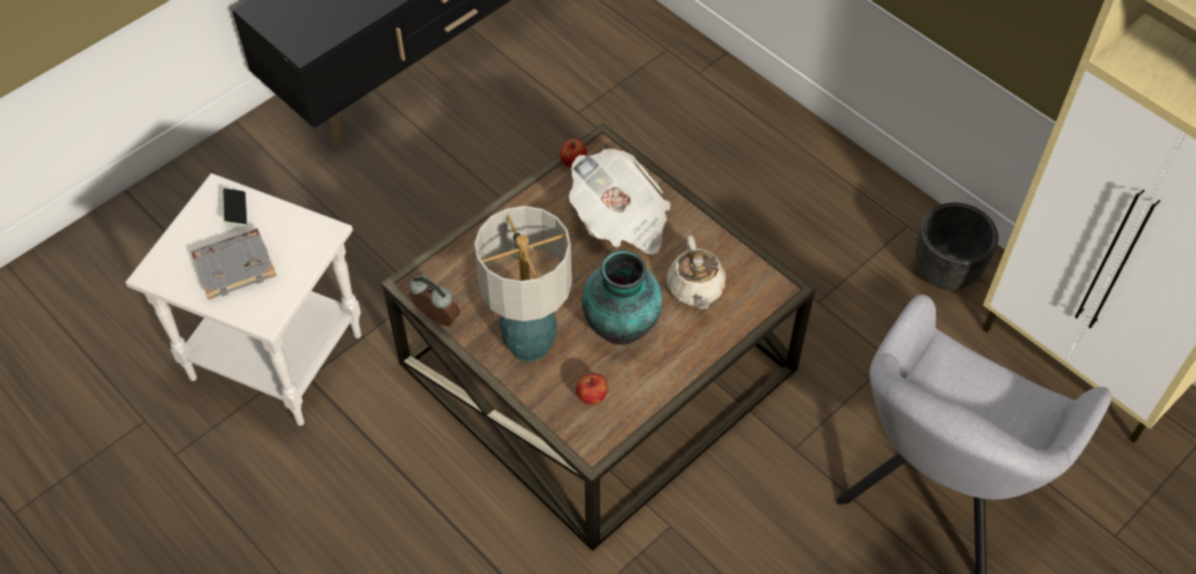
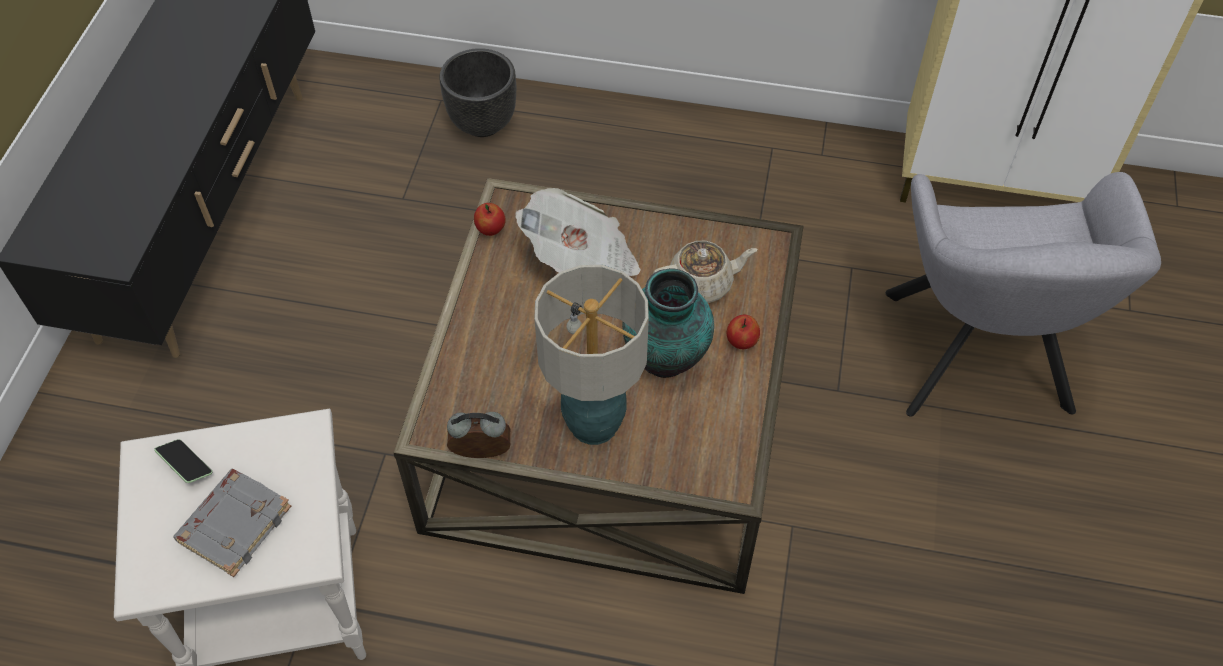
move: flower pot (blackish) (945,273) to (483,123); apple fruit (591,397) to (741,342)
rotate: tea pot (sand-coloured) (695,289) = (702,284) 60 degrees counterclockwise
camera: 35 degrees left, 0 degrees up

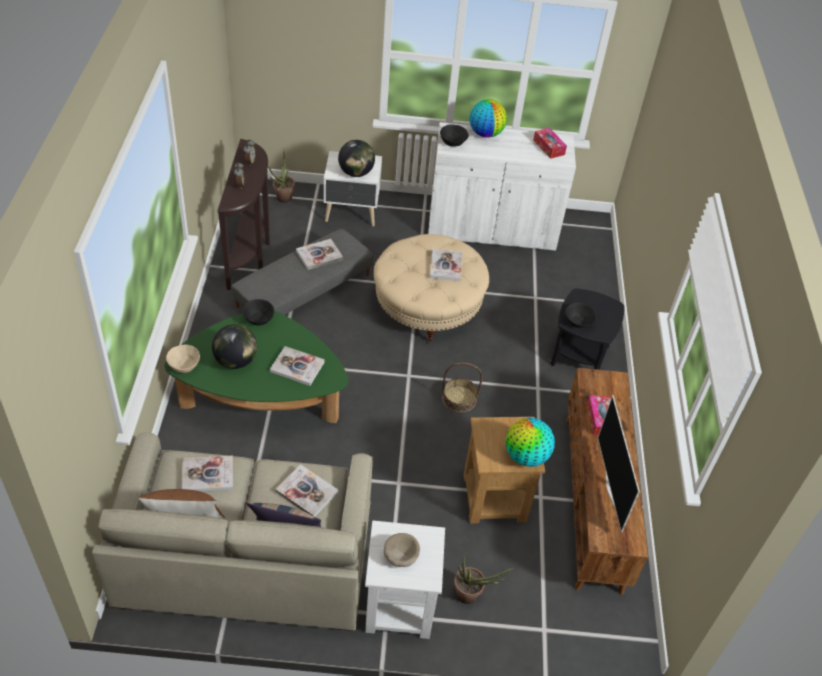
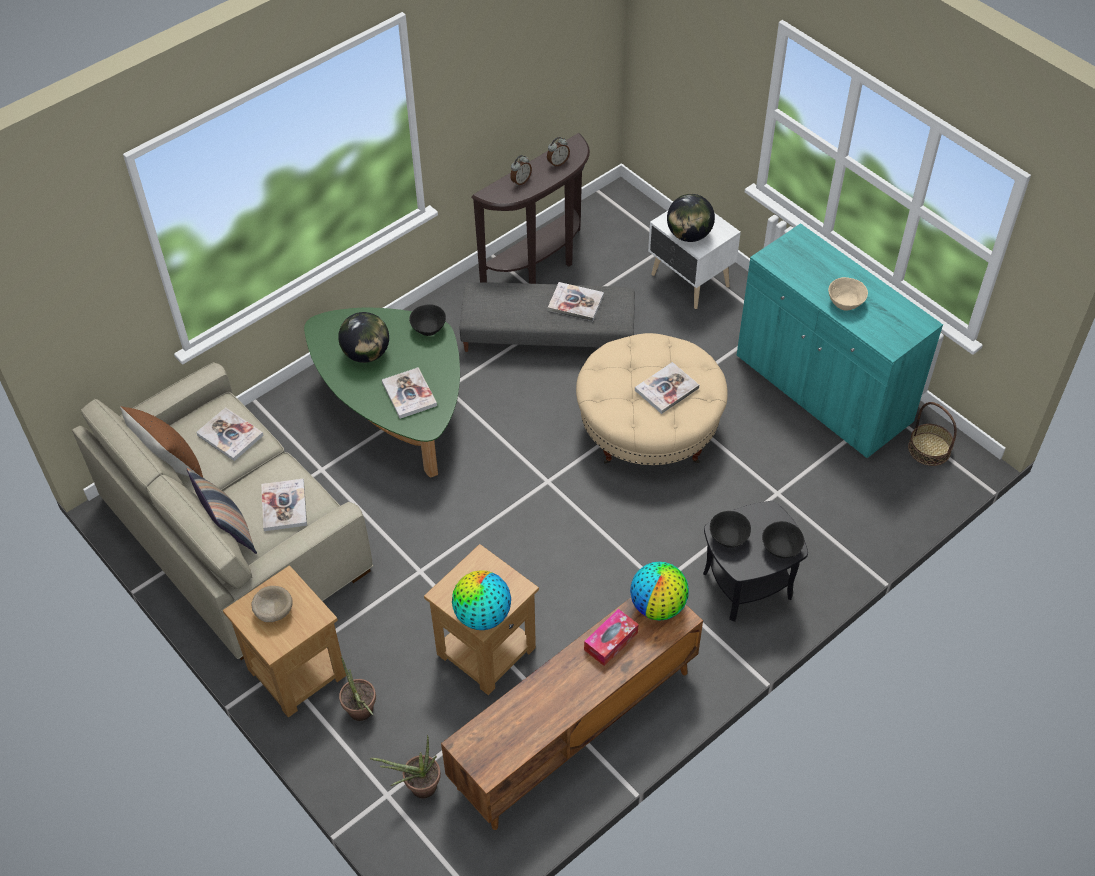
delete: tissue box (548,147); TV (612,488)
move: plant in a pot (282,200) to (417,788); globe (485,134) to (658,606); serving bowl (blackish) (452,143) to (780,548); serving bowl (sand-coloured) (184,366) to (845,303); storage basket (459,399) to (929,449)
recolor: end table (white-coloured) (398,606) to end table (brown-coloured) (296,672); cupboard (white-coloured) (492,229) to cupboard (turquoise-coloured) (822,390)
camera: 50 degrees right, 5 degrees up

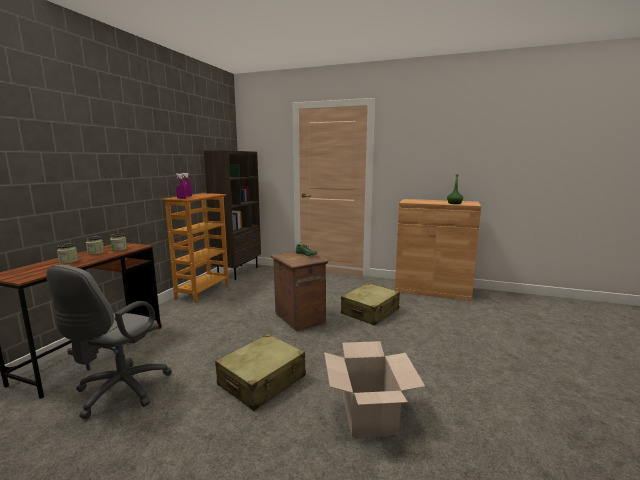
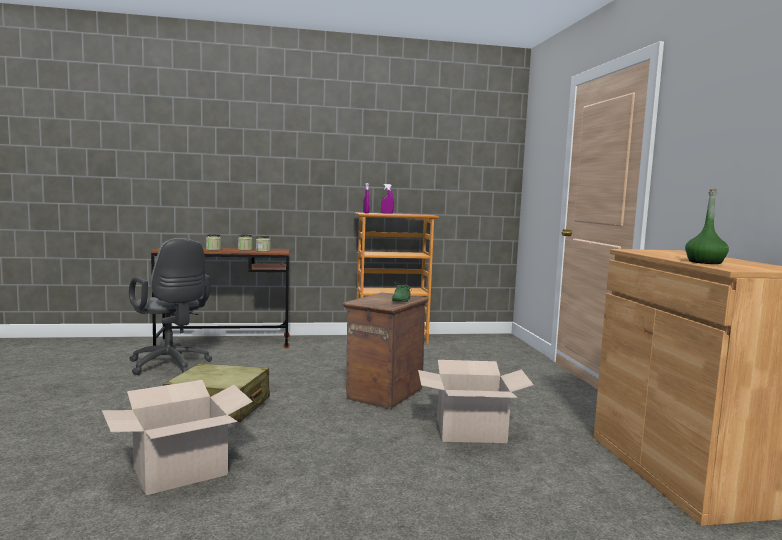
delete: bookshelf (brown-coloured) (238,272)
replace: suitcase (sand-coloured) (370,312) to packing box (471,431)
rotate: desk chair (greyish) (119,392) = (171,366) 120 degrees counterclockwise
camera: 60 degrees right, 5 degrees down

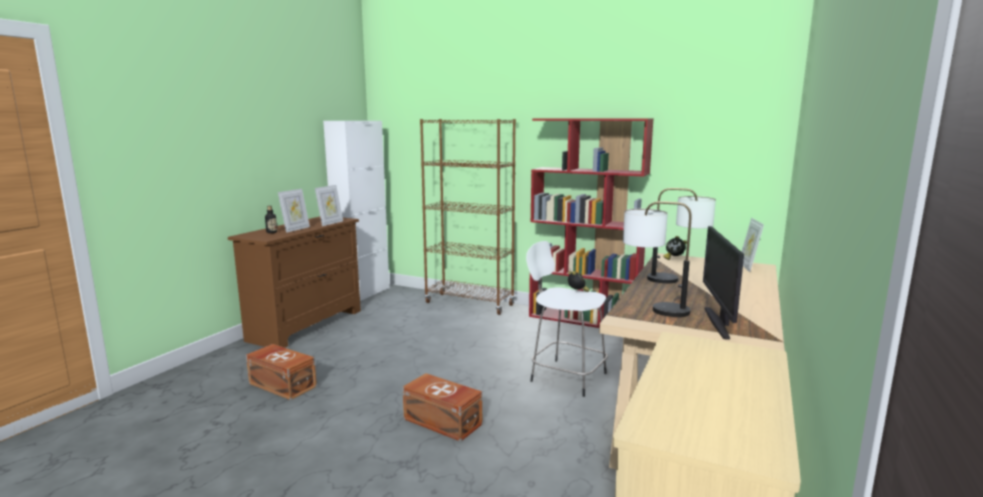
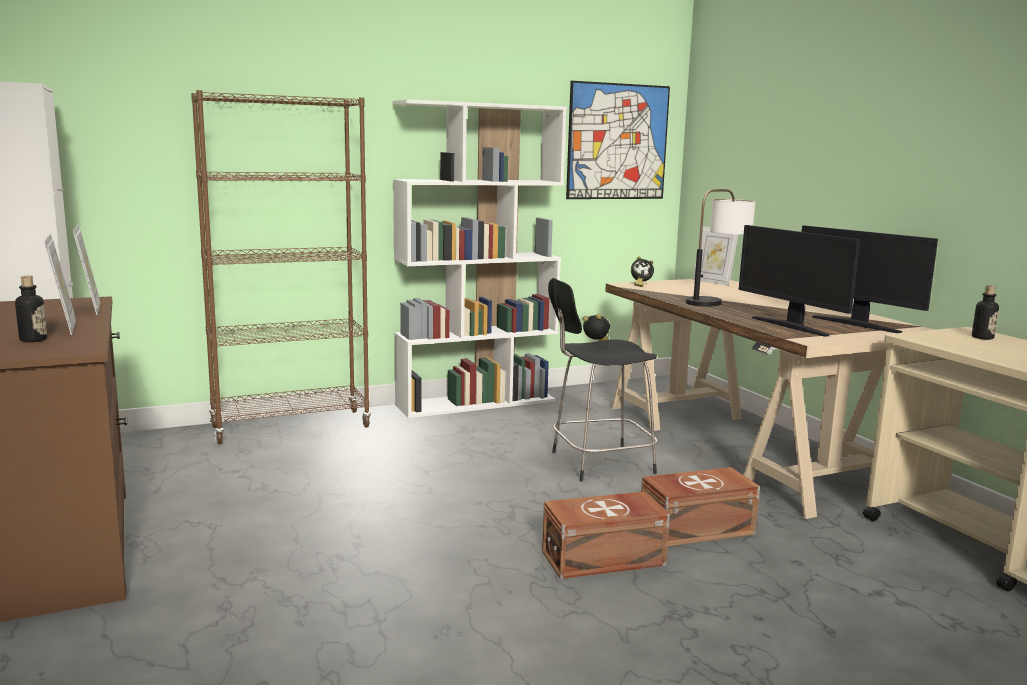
insert: picture (618,142); drink bottle (982,337)
move: storage container (brown-coloured) (282,384) to (694,528)
replace: tabletop lamp (652,309) to monitor (791,326)
recolor: bookshelf (red) (584,319) to bookshelf (white-coloured) (476,402); stool (white-coloured) (566,376) to stool (blackish) (598,463)
camera: 50 degrees left, 0 degrees up

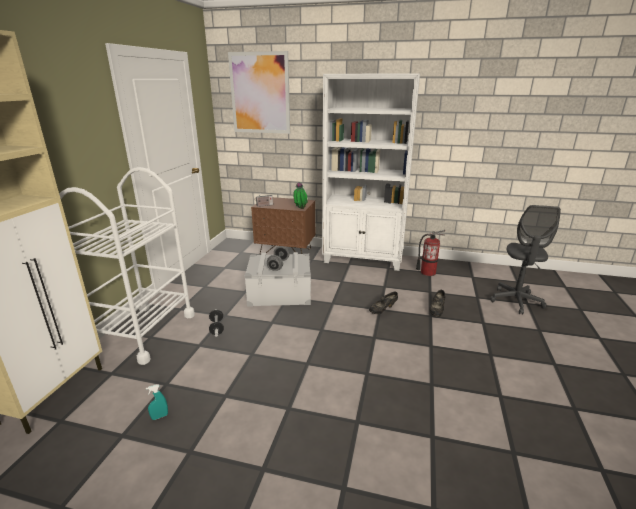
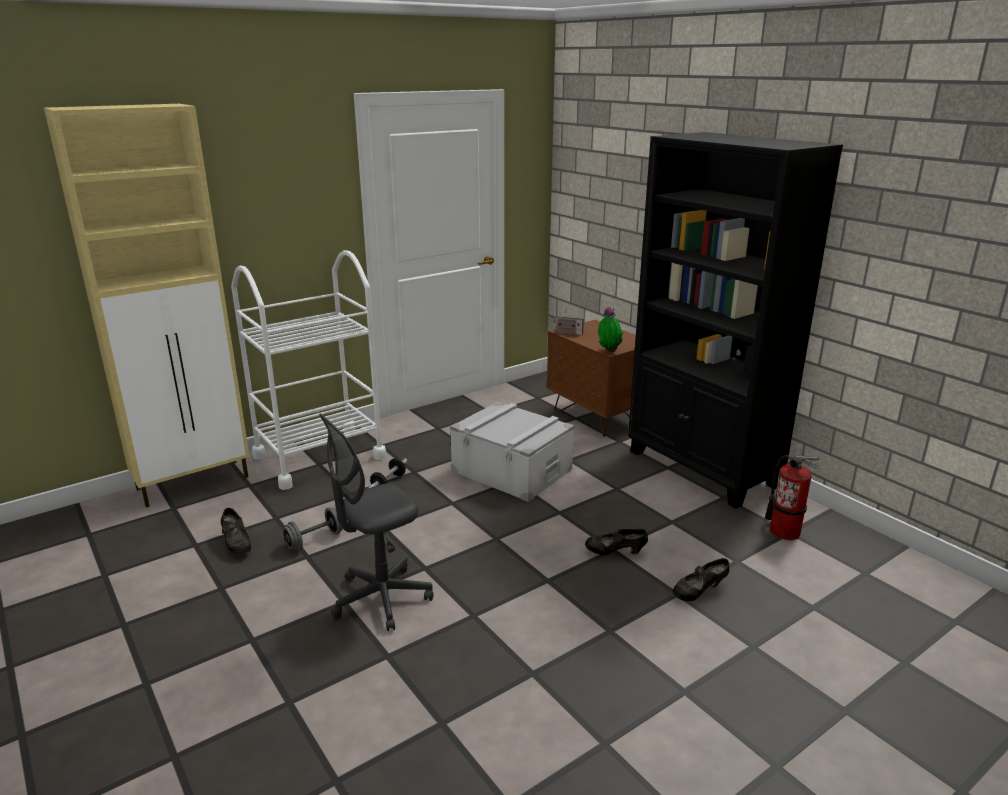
delete: picture (260,93)
move: free weight (greyish) (278,265) to (315,540); desk chair (greyish) (516,301) to (381,598)
replace: spray bottle (turquoise-coloured) (159,416) to item of footwear (blackish) (237,545)
recolor: bookshelf (white-coloured) (363,259) to bookshelf (blackish) (702,469)
camera: 40 degrees right, 0 degrees up

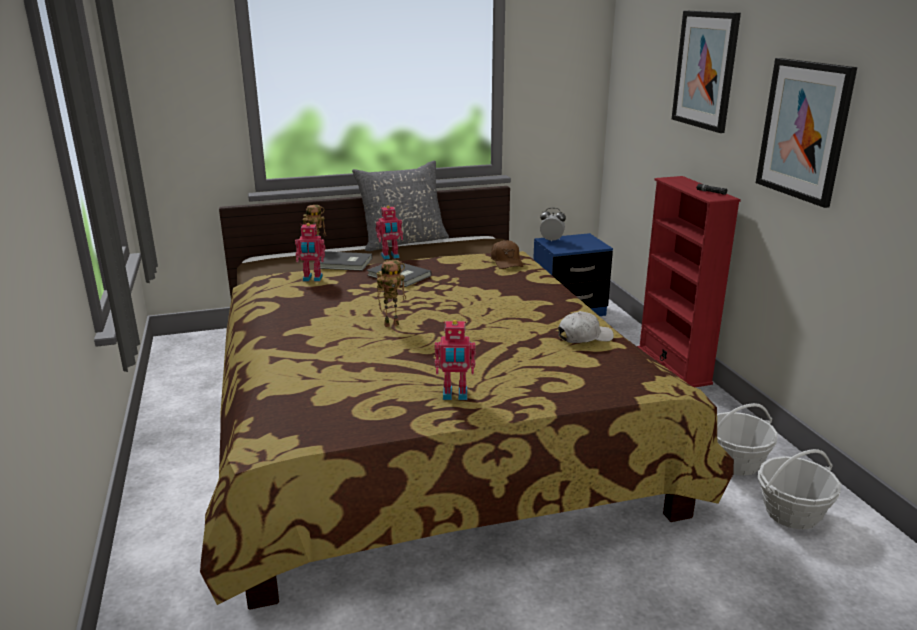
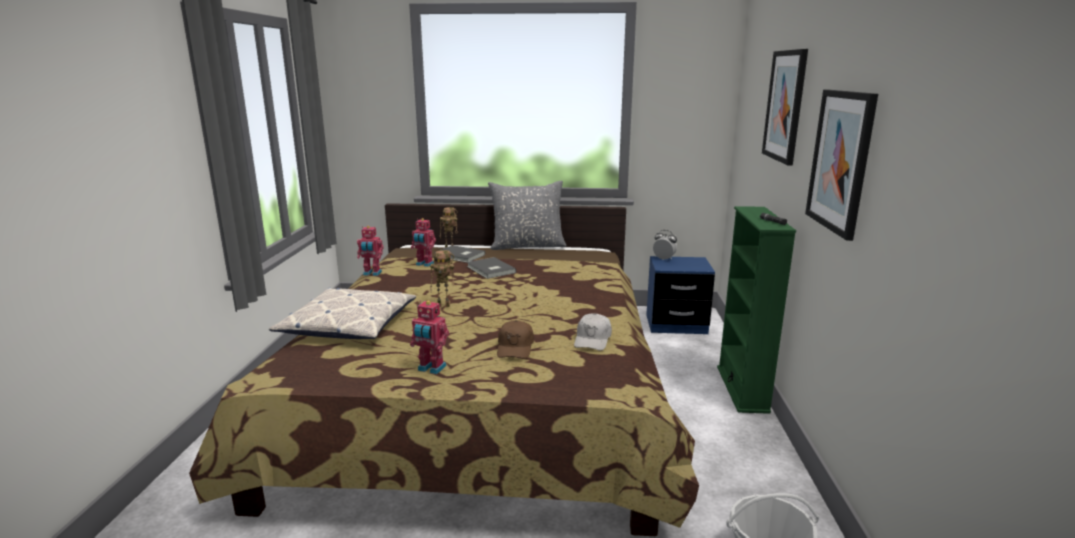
delete: storage basket (735,462)
insert: pillow (349,325)
move: robot figure (390,257) to (372,273); cap (brown-coloured) (507,262) to (515,347)
recolor: bookshelf (red) (673,365) to bookshelf (green) (742,389)
rotate: cap (white-coloured) (584,337) = (593,340) 105 degrees clockwise
camera: 20 degrees right, 5 degrees down

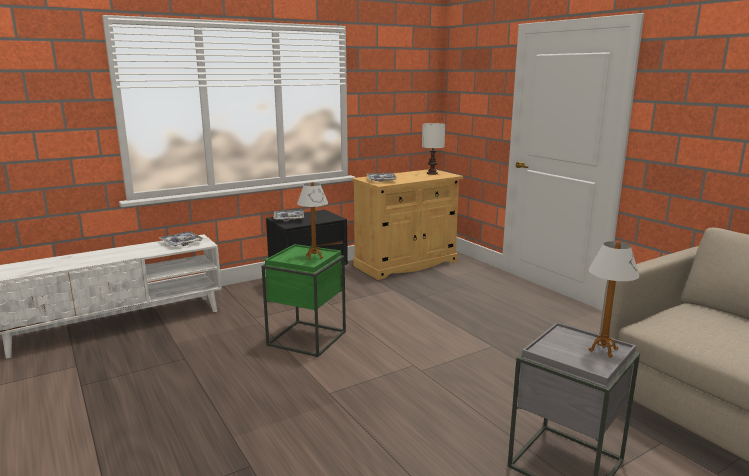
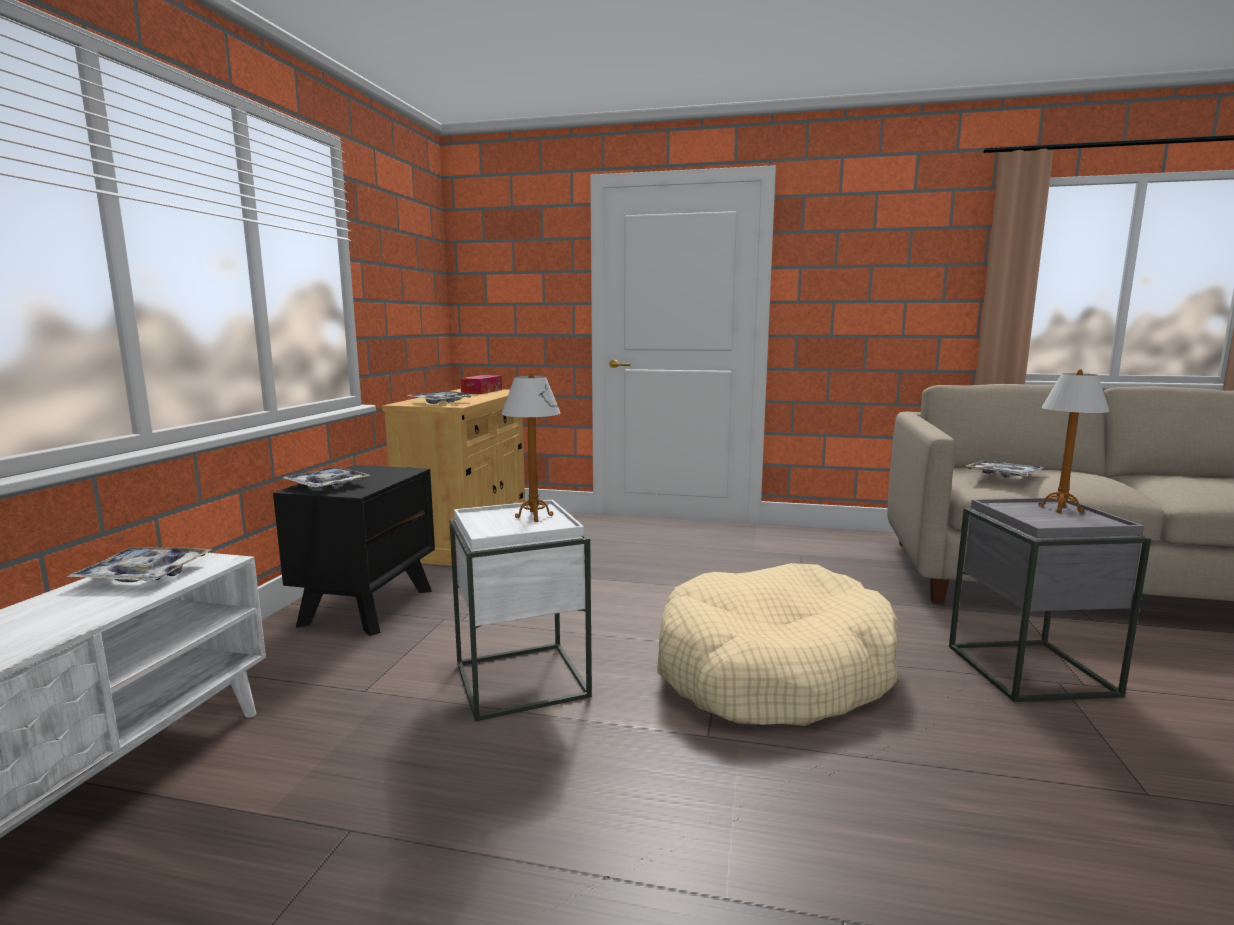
insert: dog cushion (sand-coloured) (773,671); serving tray (1003,475)
replace: tabletop lamp (white-coloured) (432,173) to tissue box (482,391)
recolor: end table (green) (307,338) to end table (white-coloured) (520,680)
camera: 45 degrees left, 5 degrees down

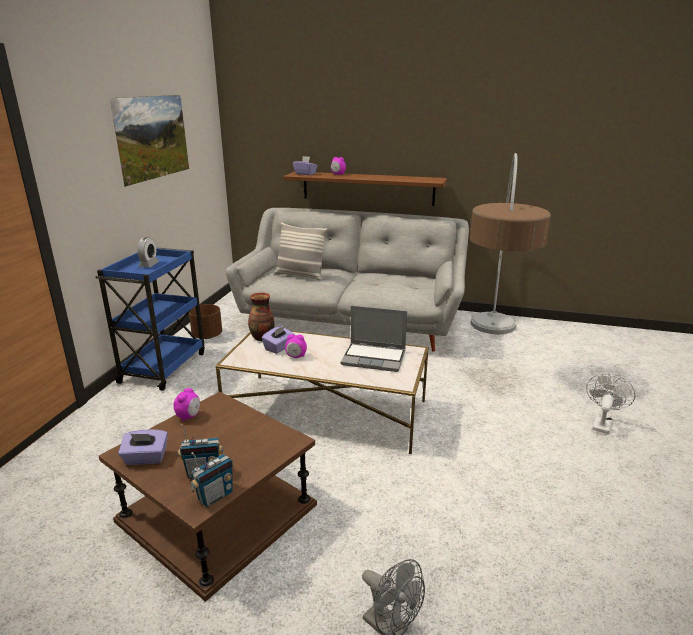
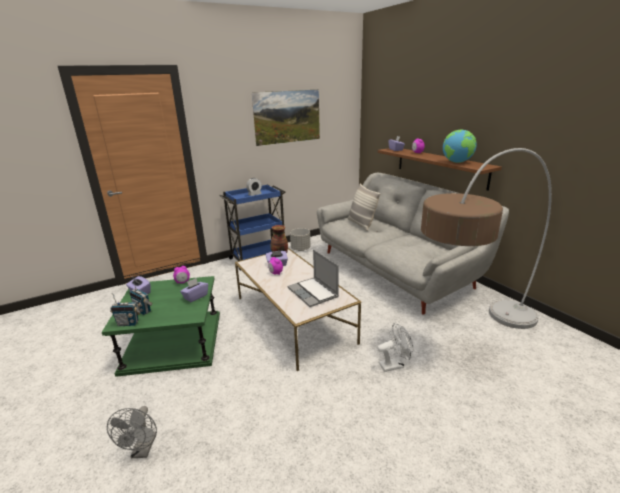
insert: tissue box (purplish) (195,296); globe (457,162)
move: fan (white-coloured) (602,423) to (394,365)
recolor: end table (brown-coloured) (217,513) to end table (green) (173,341); flower pot (brown-coloured) (207,336) to flower pot (greyish) (300,249)
camera: 45 degrees right, 0 degrees up

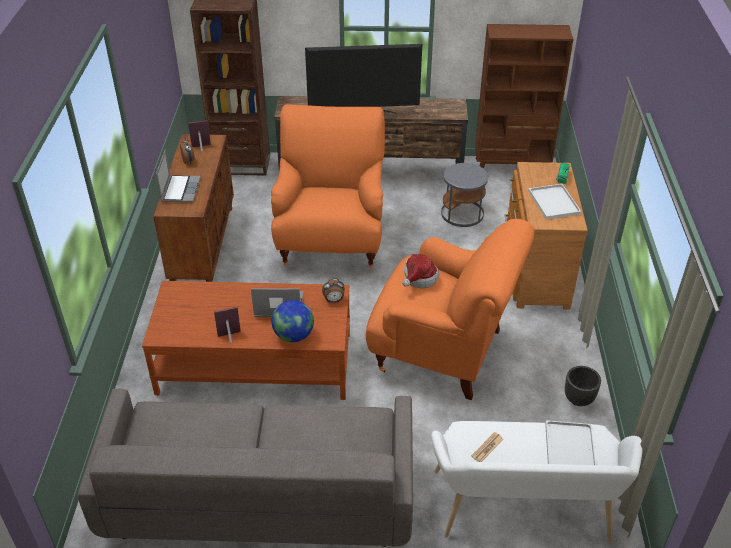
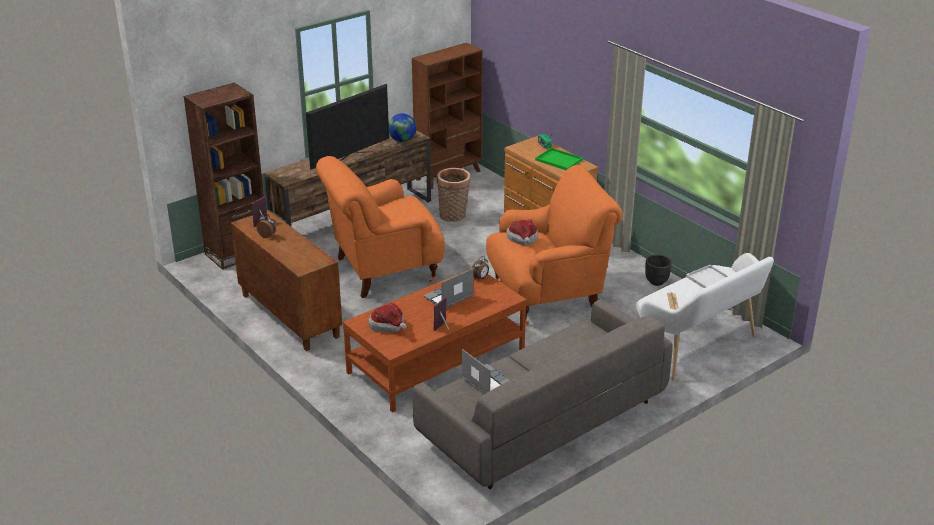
insert: hat (389,326)
move: globe (293,336) to (402,140); portable computer (180,189) to (486,382)
replace: end table (greyish) (462,213) to storage basket (454,216)
recolor: serving tray (white-coloured) (553,202) to serving tray (green) (558,160)
rotate: armchair (orange) (331,240) = (384,270) 75 degrees counterclockwise
camera: 40 degrees left, 10 degrees down

